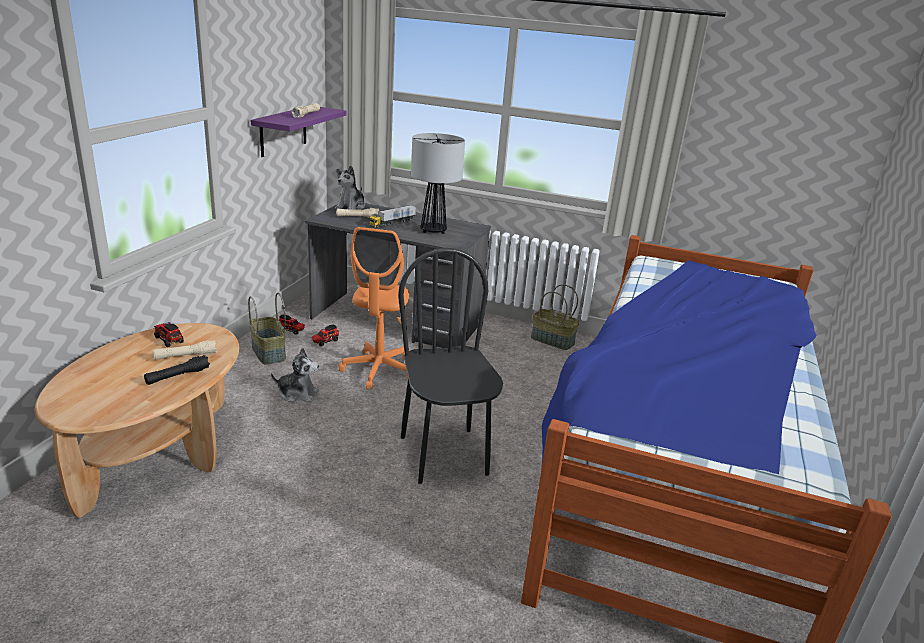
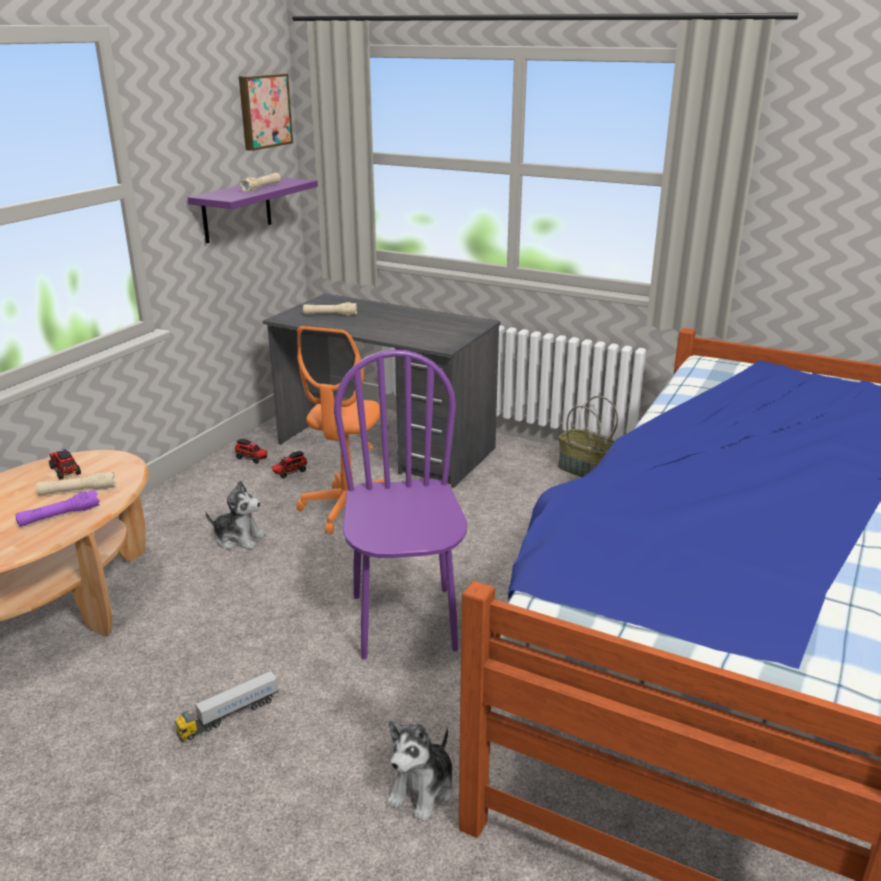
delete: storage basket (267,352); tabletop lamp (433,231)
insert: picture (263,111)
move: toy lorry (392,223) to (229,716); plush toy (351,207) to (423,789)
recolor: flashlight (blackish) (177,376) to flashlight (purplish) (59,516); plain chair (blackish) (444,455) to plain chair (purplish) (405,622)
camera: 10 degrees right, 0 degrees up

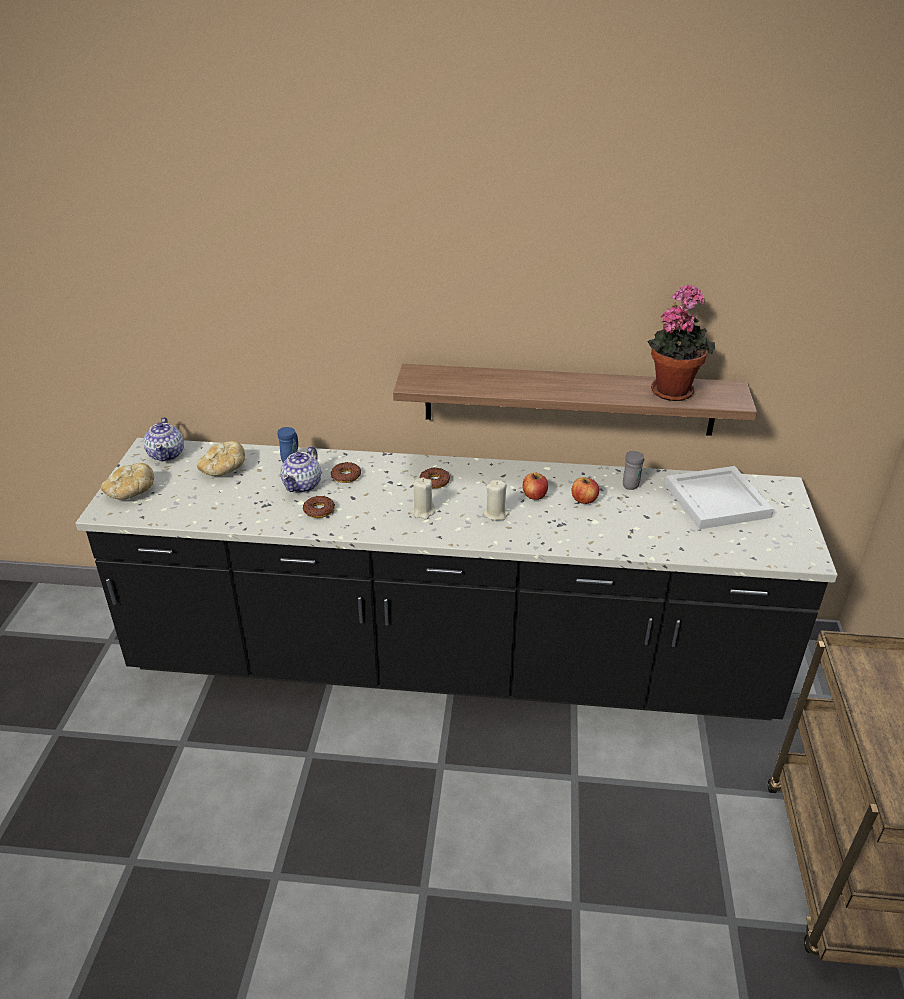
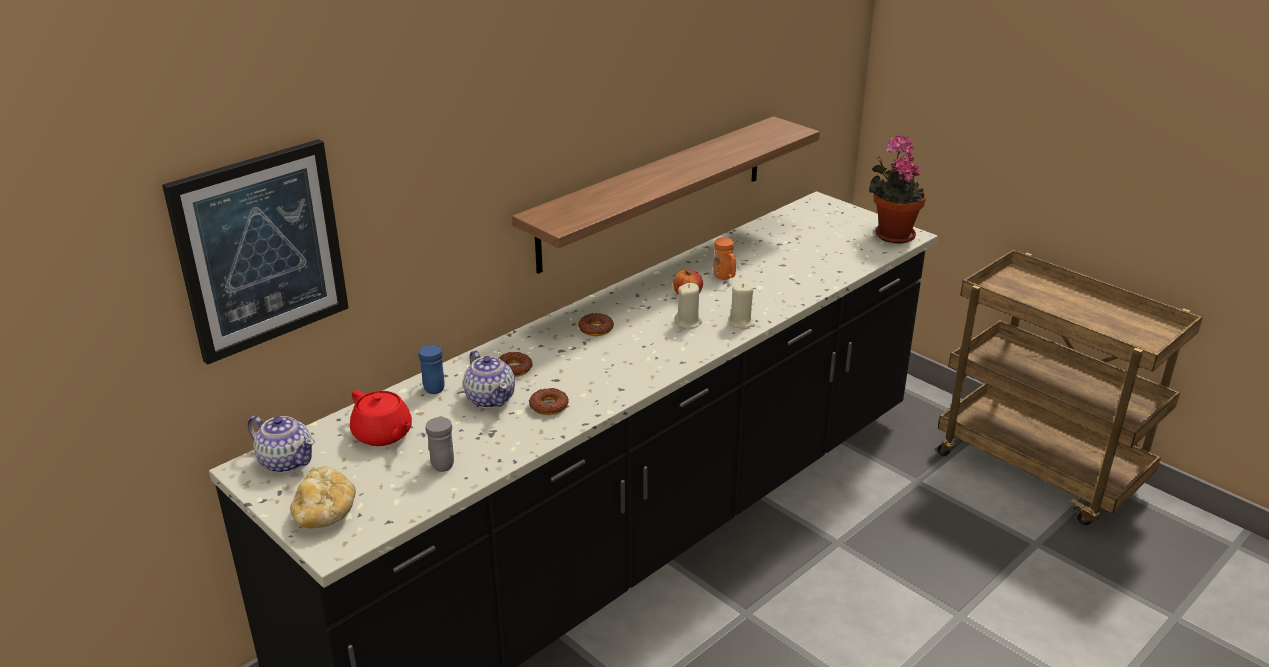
delete: serving tray (white-coloured) (717,500)
insert: picture (260,250)
move: tea mug (greyish) (632,484) to (442,462); wax candle (sand-coloured) (423,512) to (741,323); plant in a pot (672,389) to (891,234)
replace: baked bread (223,470) to tea pot (red) (383,435); apple fruit (584,500) to tea mug (orange) (724,278)
camera: 50 degrees left, 5 degrees down

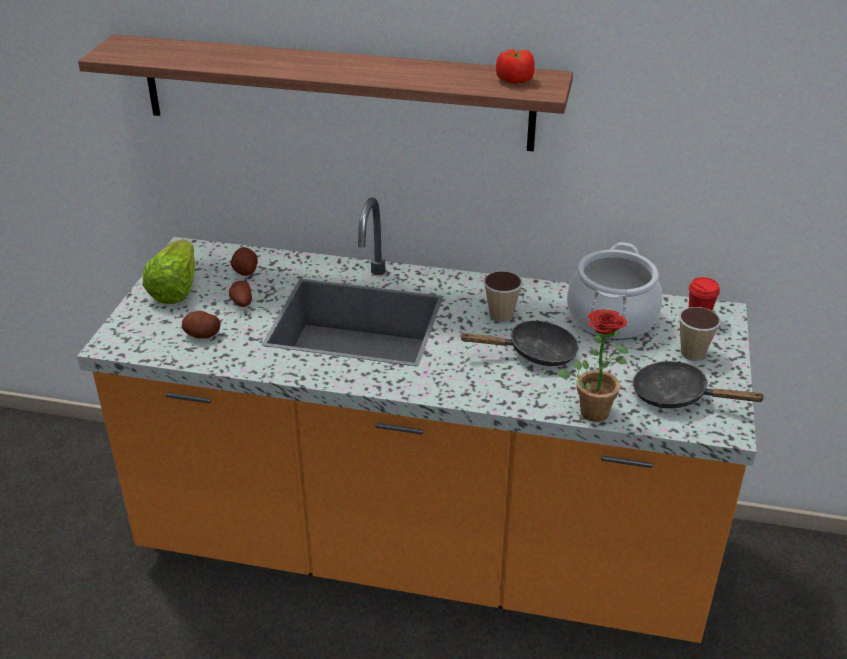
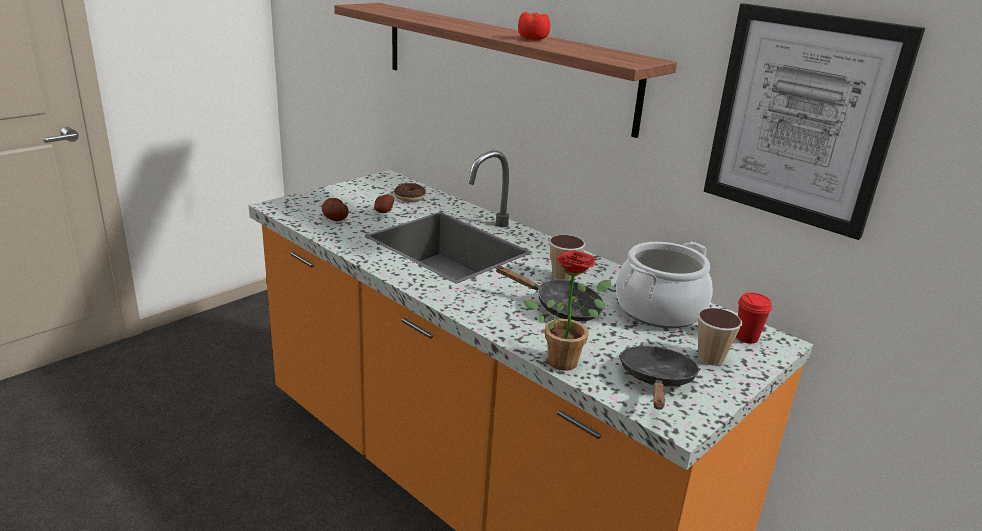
delete: head of lettuce (175,289)
insert: picture (802,119)
move: whole tomato (514,80) to (532,39)
replace: potato (245,271) to ring doughnut (409,197)
rotate: pan (blackish) (677,396) = (656,381) 45 degrees clockwise
camera: 30 degrees right, 10 degrees down

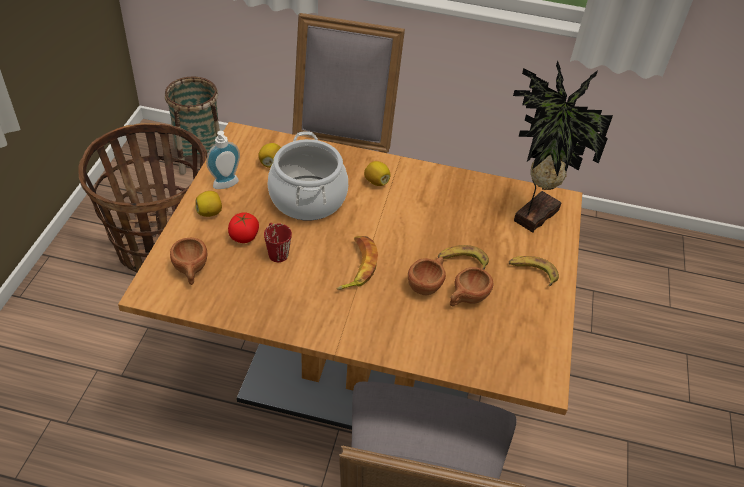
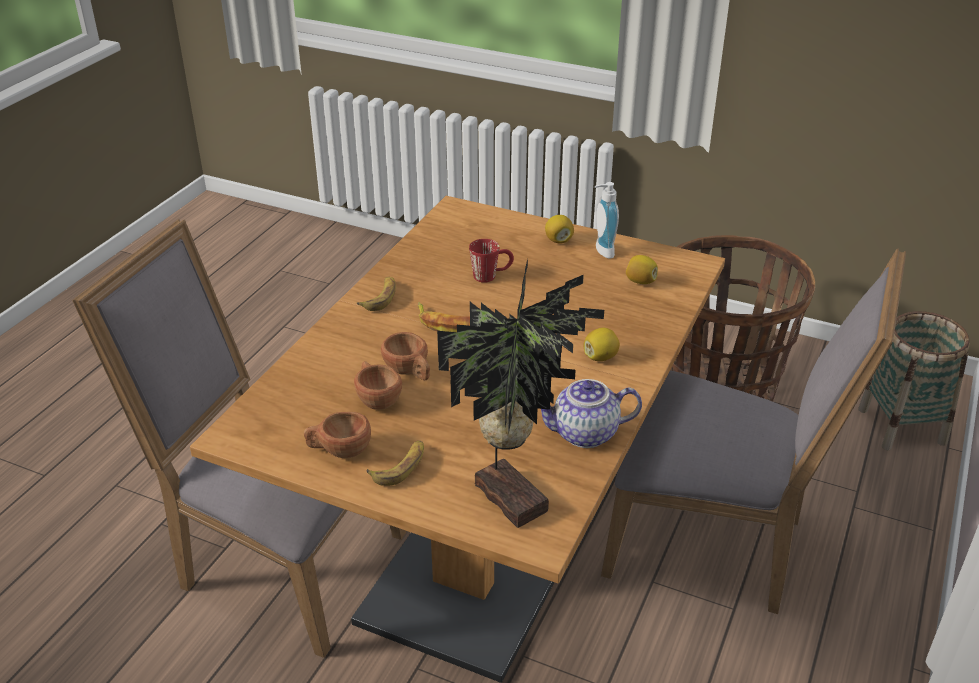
delete: whole tomato (244,236); cooking pot (308,198)
insert: tea pot (584,434)
move: cup (brown-coloured) (191,271) to (339,451); banana (462,261) to (380,297)
camera: 105 degrees right, 10 degrees down

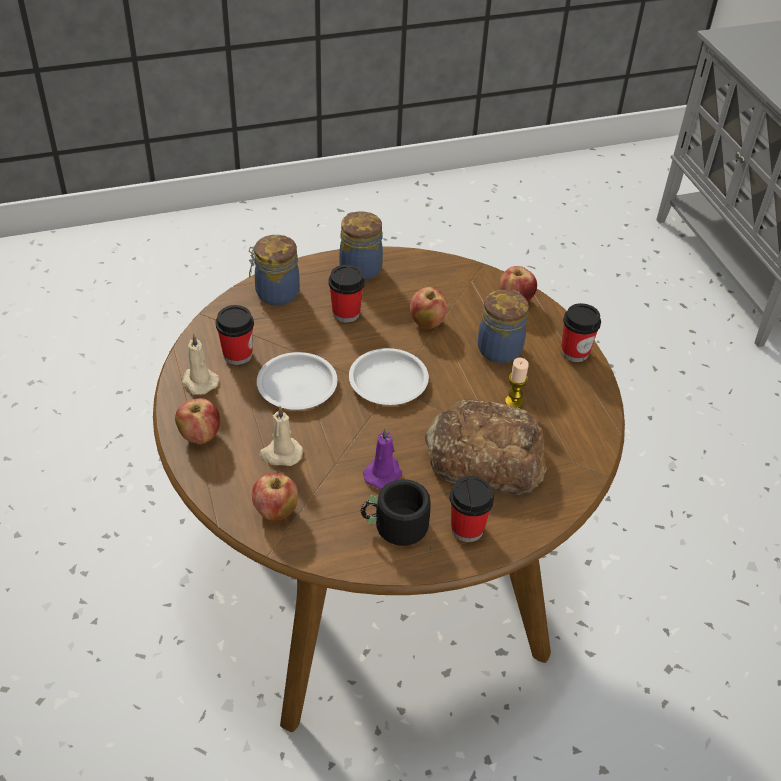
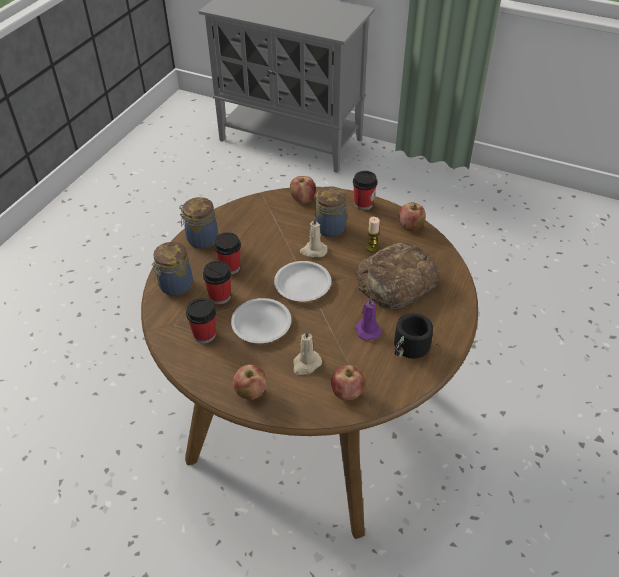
move: cup (467,528) to (220,296); wax candle (sand-coloured) (199,381) to (313,251); apple fruit (427,322) to (410,227)
camera: 45 degrees left, 0 degrees up

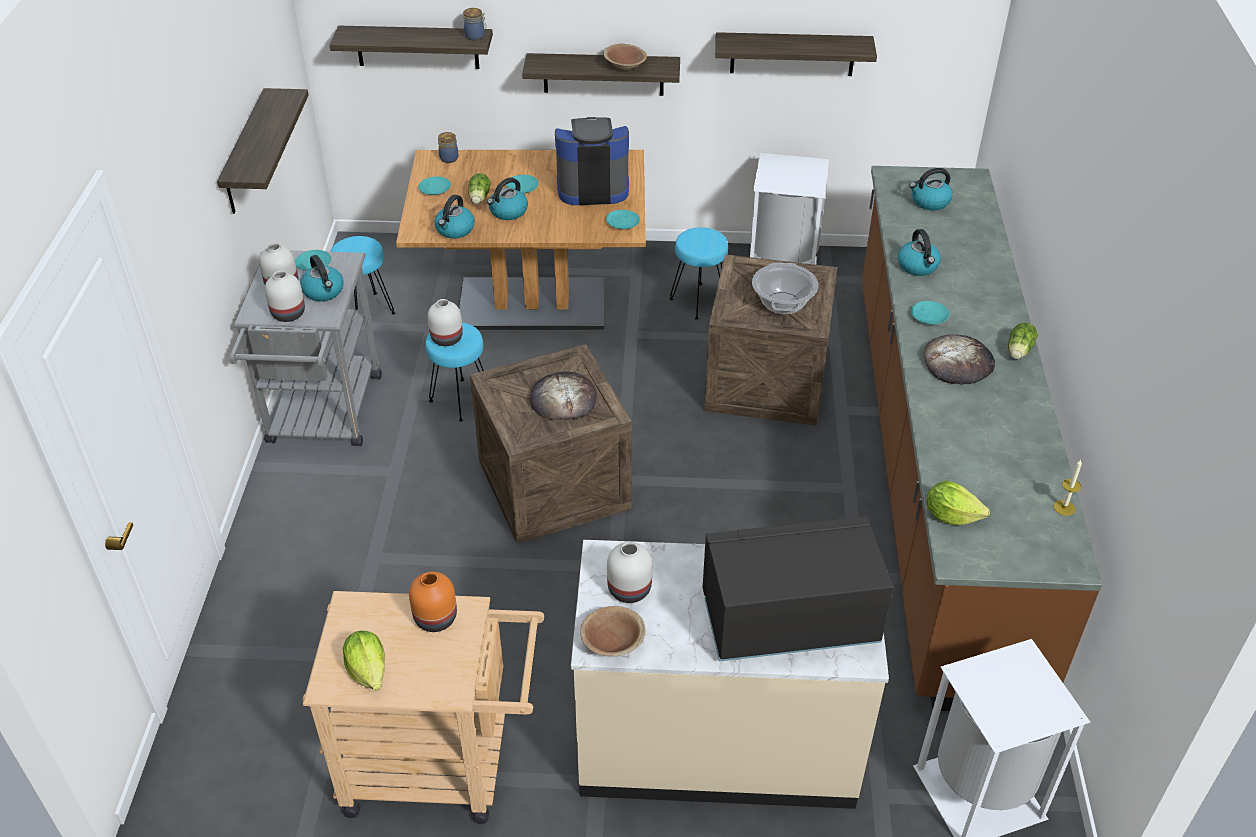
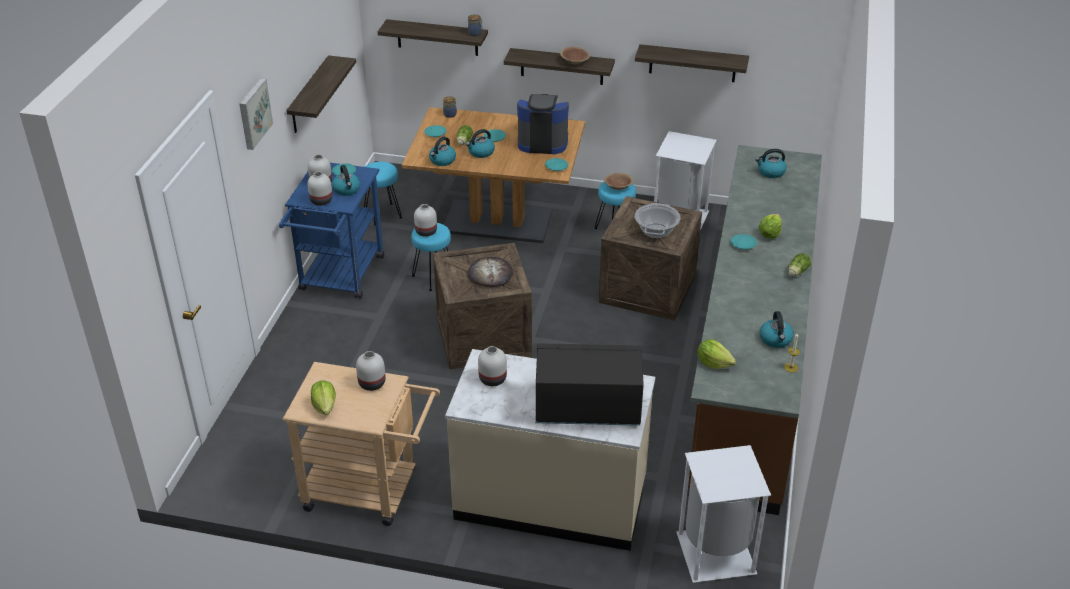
delete: baked bread (957,363)
insert: picture (253,113); head of lettuce (769,234)
move: serving bowl (brown-coloured) (612,642) to (618,187); kettle (918,266) to (776,340)
recolor: wheeled cart (greyish) (323,417) to wheeled cart (blue) (339,278); flower vase (orange) (436,617) to flower vase (white-coloured) (372,383)
camera: 10 degrees right, 5 degrees down

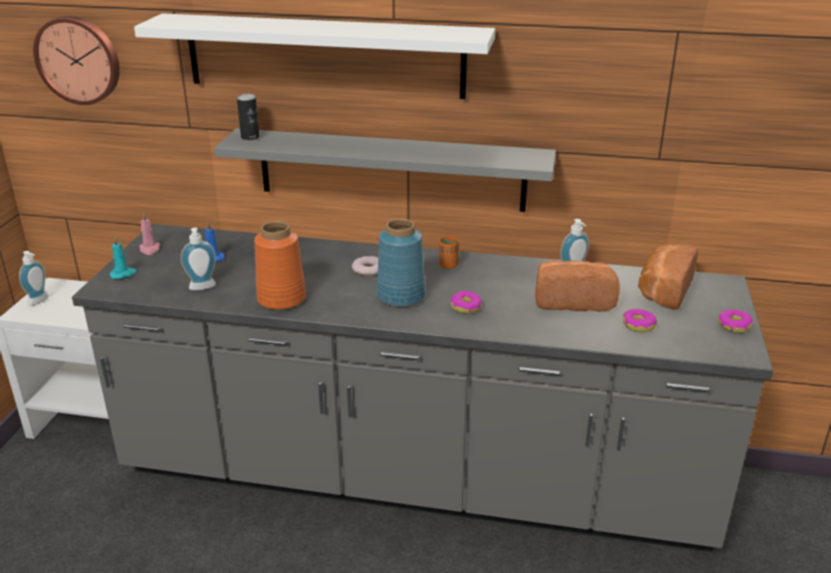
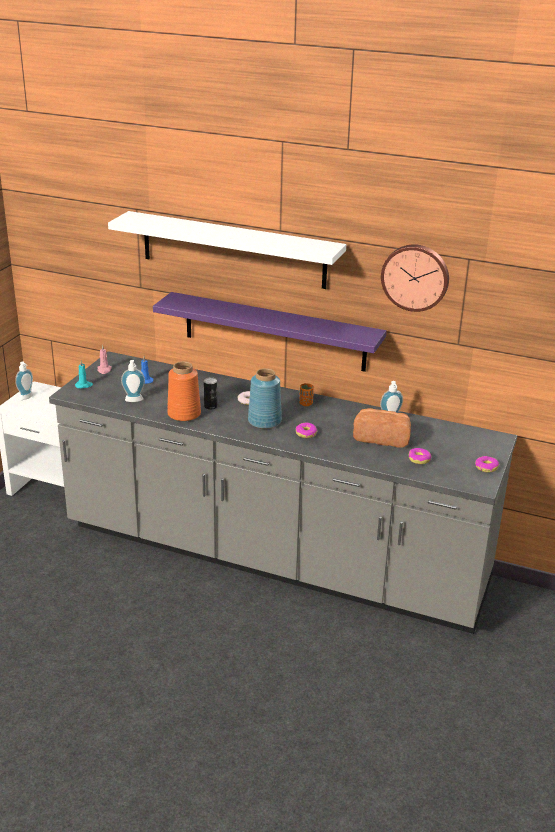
delete: baked bread (663,291)
move: can (250,137) to (210,406); wall clock (79,59) to (415,277)
recolor: bracket shelf (greyish) (391,170) to bracket shelf (purplish) (274,331)
camera: 10 degrees right, 0 degrees up

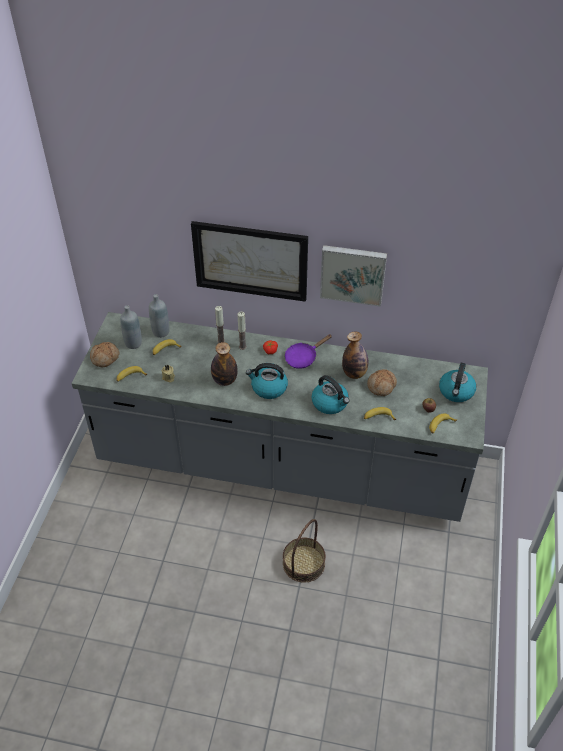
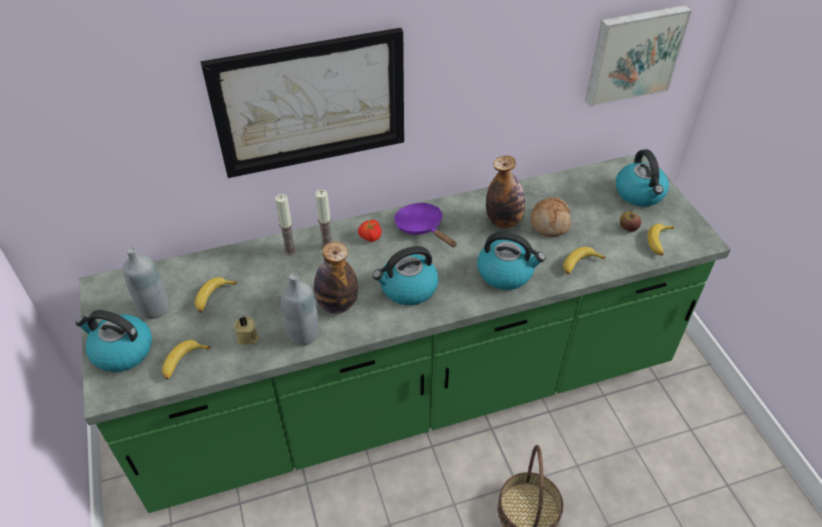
move: drink bottle (greyish) (161,332) to (303,334); picture (353,274) to (633,54)
replace: baked bread (105,358) to kettle (121,351)
recolor: counter (greyish) (281,466) to counter (green) (411,393)
rotate: pan (purplish) (303,357) = (422,227) 120 degrees clockwise
camera: 30 degrees left, 0 degrees up

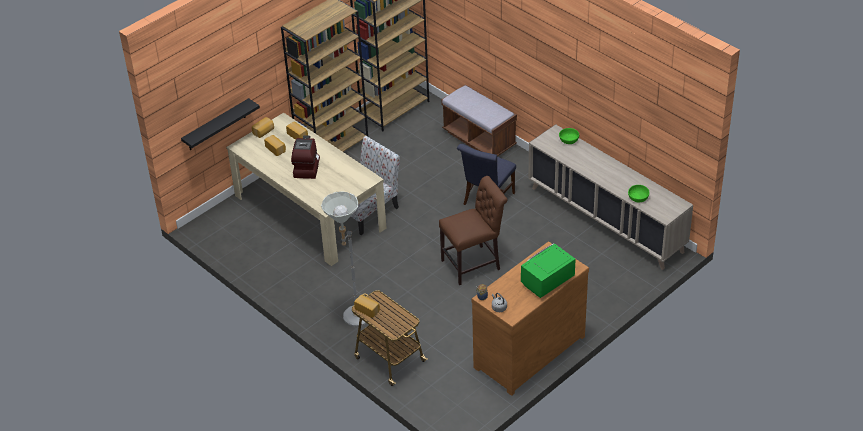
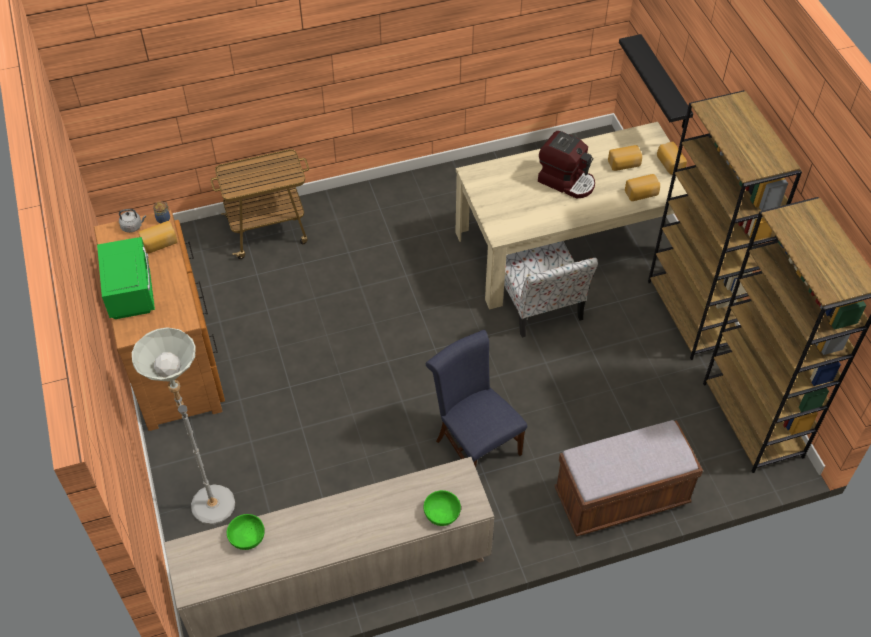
delete: plain chair (brown-coloured) (474,264)
move: floor lamp (greyish) (353,320) to (210,497); baked bread (367,309) to (160,244)
camera: 115 degrees right, 10 degrees up

